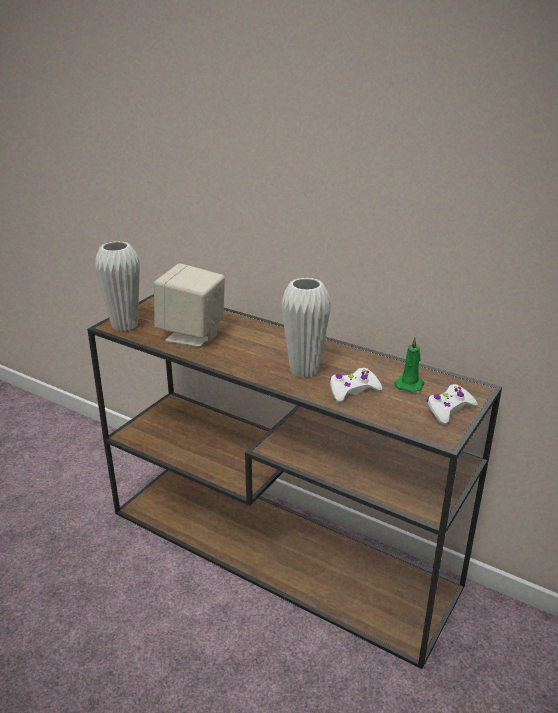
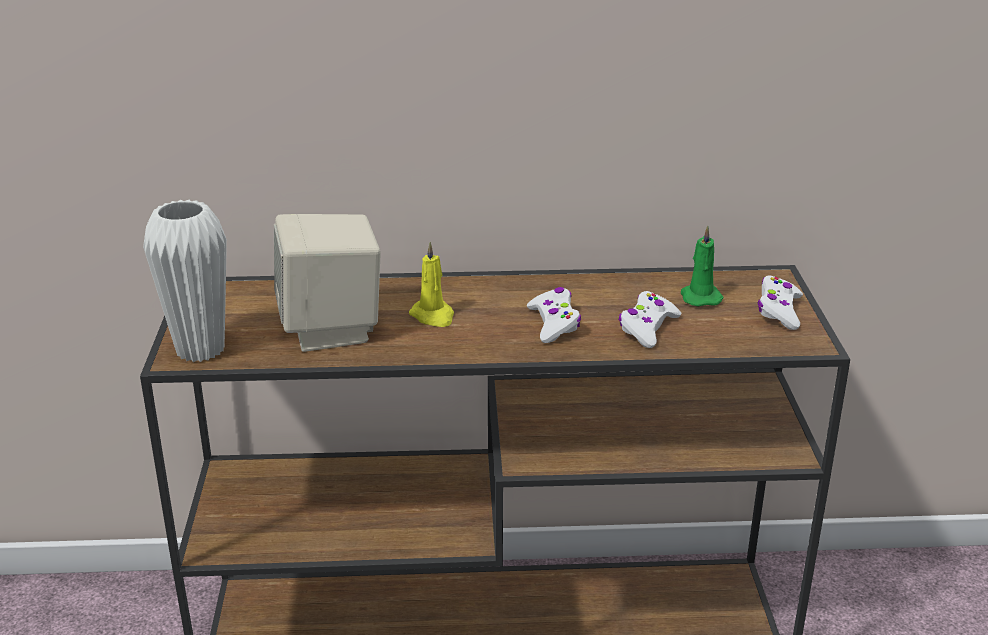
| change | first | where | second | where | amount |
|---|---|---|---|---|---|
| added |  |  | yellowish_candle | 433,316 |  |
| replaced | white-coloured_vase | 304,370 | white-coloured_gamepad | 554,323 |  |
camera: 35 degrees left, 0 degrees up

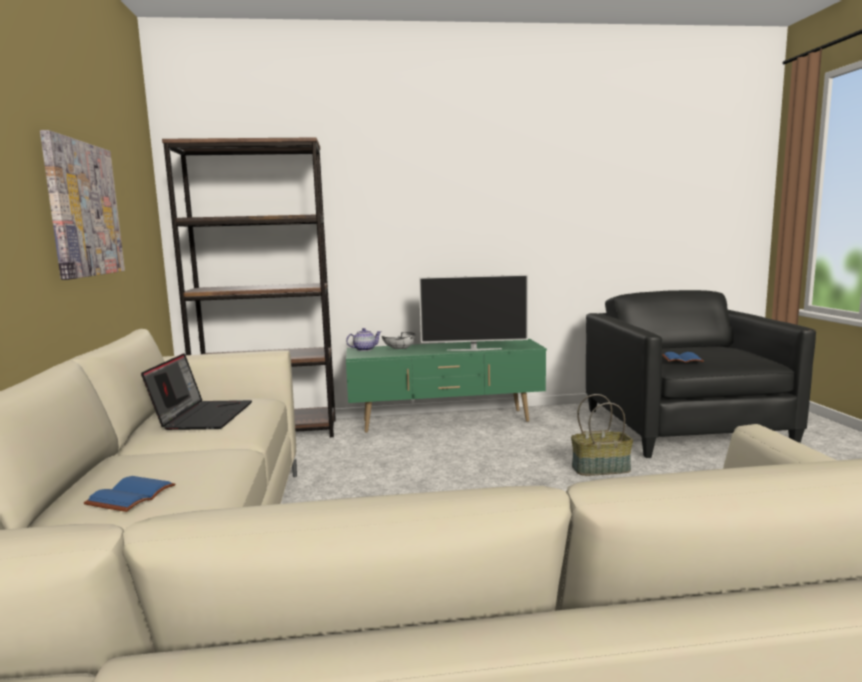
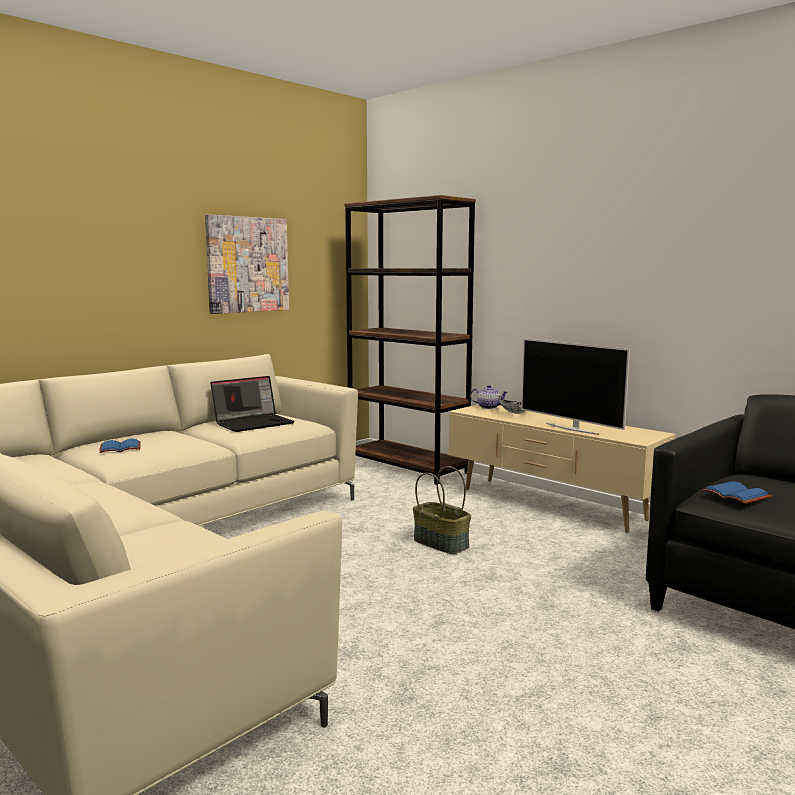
| change | first | where | second | where | amount |
|---|---|---|---|---|---|
| moved | storage_basket | 601,468 |  | 442,543 |  |
| recoloured | greenish_tv_unit | 446,421 | beige_tv_unit | 551,504 |  |
camera: 50 degrees right, 0 degrees up

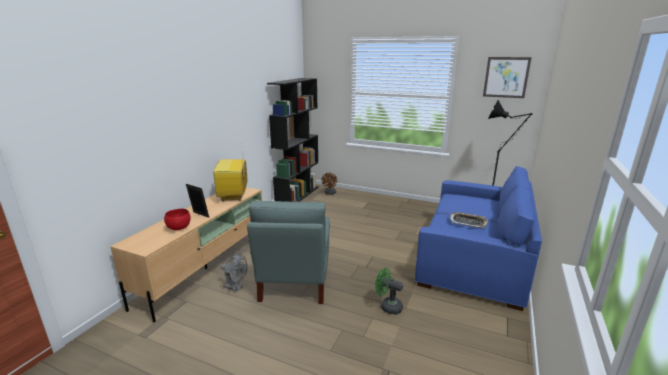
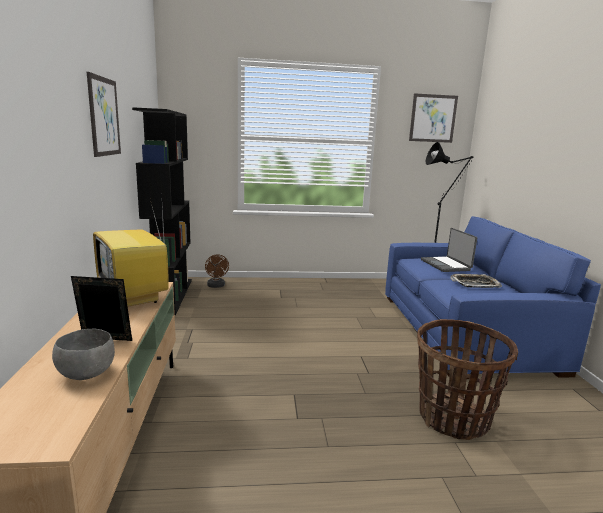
| change | first | where | second | where | amount |
|---|---|---|---|---|---|
| removed | greyish_cooling_fan | 235,288 |  |  |  |
| removed | greyish_lounge_chair | 295,280 |  |  |  |
| added |  |  | wall_art | 104,116 |  |
| added |  |  | notebook_computer | 446,265 |  |
| replaced | greenish_cooling_fan | 388,306 | storage_basket | 453,418 |  |
| recoloured | red-coloured_deep_dish | 179,228 | greyish_deep_dish | 86,374 |  |
camera: 30 degrees left, 5 degrees down

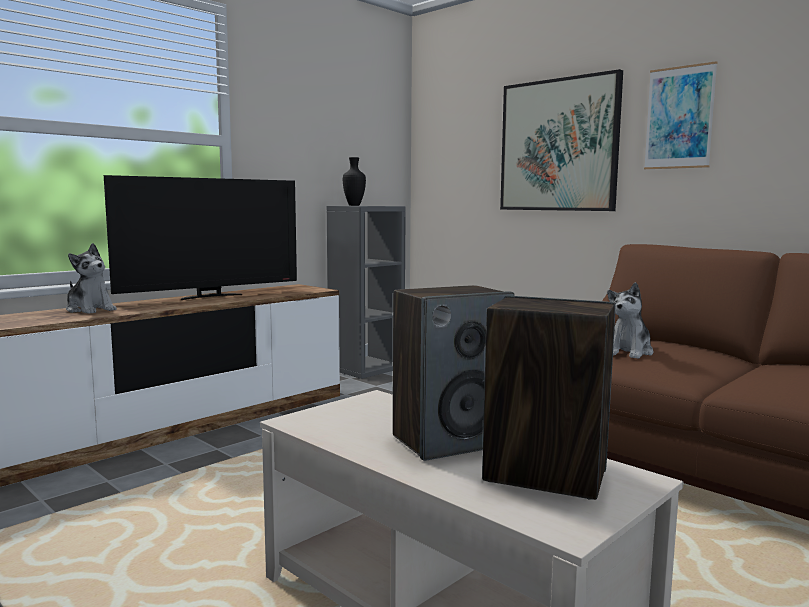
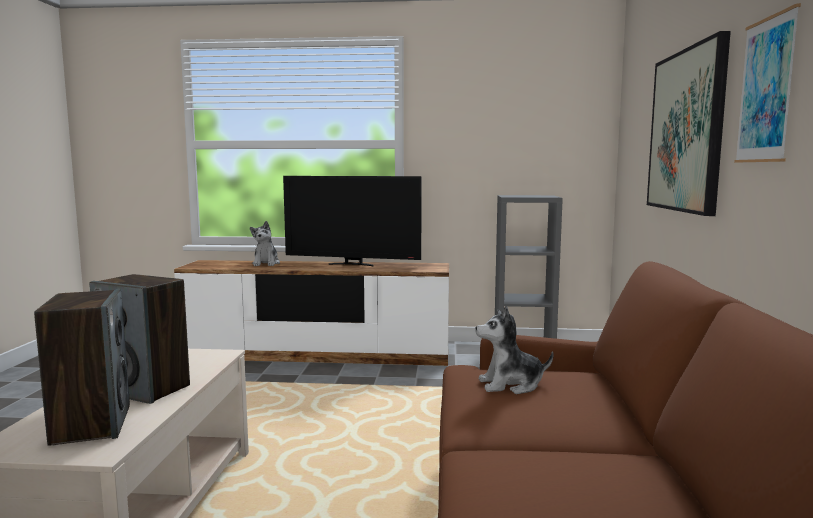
| change | first | where | second | where | amount |
|---|---|---|---|---|---|
| removed | blackish_vase | 355,205 |  |  |  |
camera: 50 degrees right, 0 degrees up

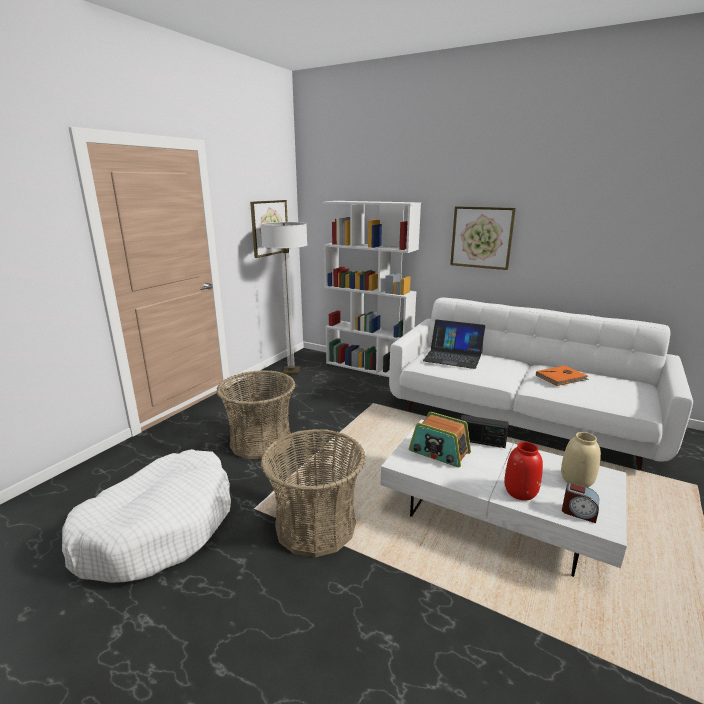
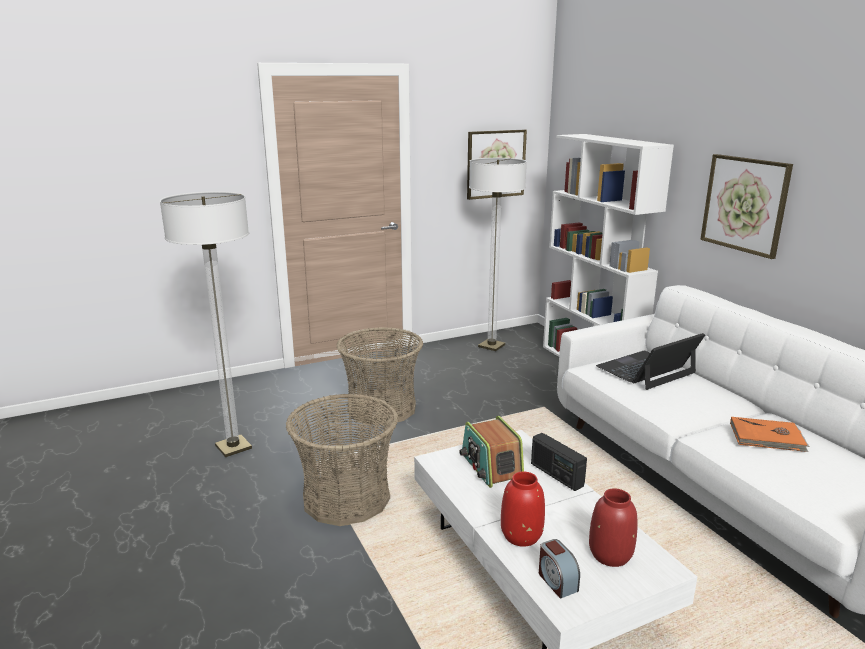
| change | first | where | second | where | amount |
|---|---|---|---|---|---|
| replaced | white-coloured_dog_cushion | 159,527 | floor_lamp | 233,447 |  |
| recoloured | beige_vase | 577,480 | red-coloured_vase | 610,555 |  |
| turned | notebook_computer | 453,357 |  | 646,370 | 90 degrees clockwise |
camera: 35 degrees right, 0 degrees up

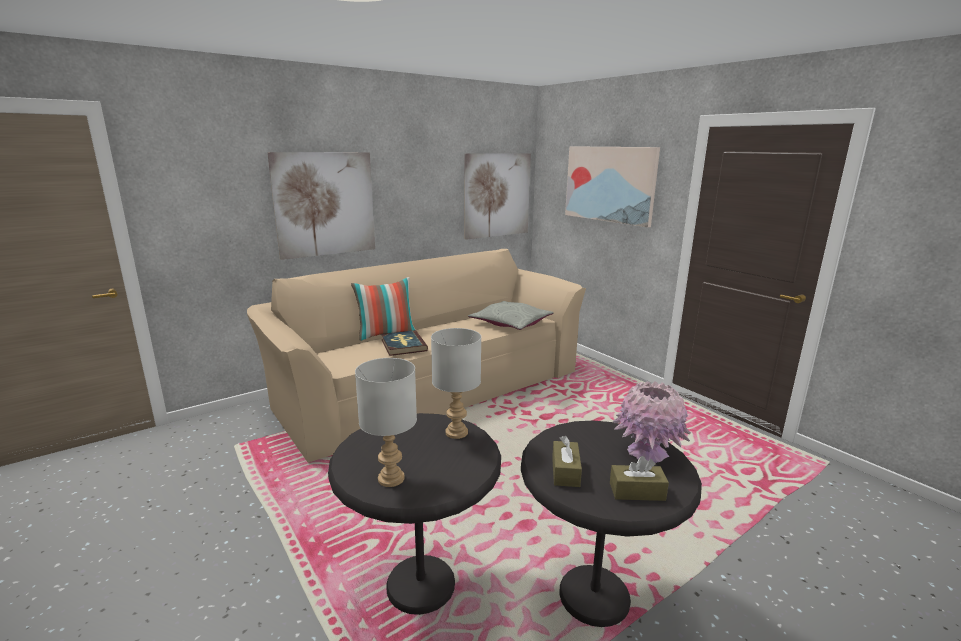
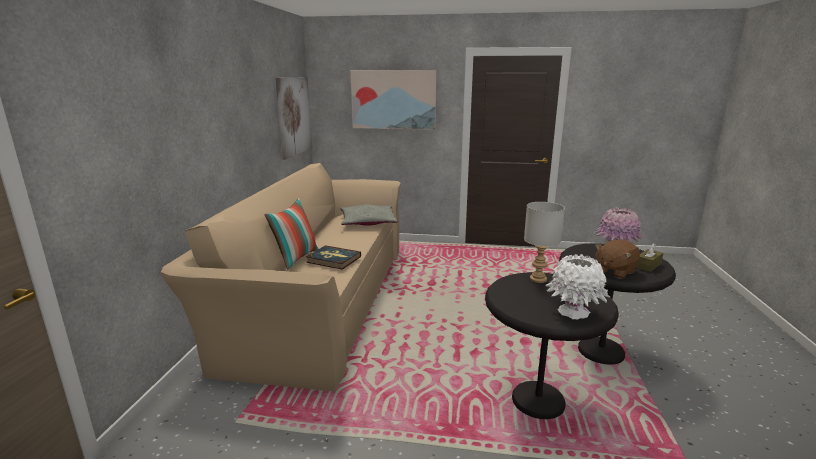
| change | first | where | second | where | amount |
|---|---|---|---|---|---|
| removed | wall_art | 325,204 |  |  |  |
| replaced | greyish_lamp_for_a_table | 392,479 | white-coloured_vase | 574,312 |  |
| replaced | brown-coloured_tissue_box | 565,471 | brown-coloured_soft_toy | 614,271 |  |
camera: 45 degrees left, 0 degrees up

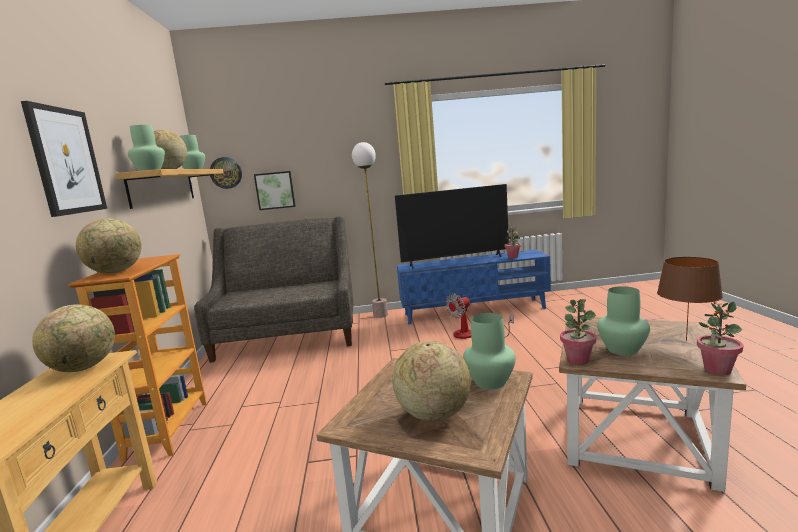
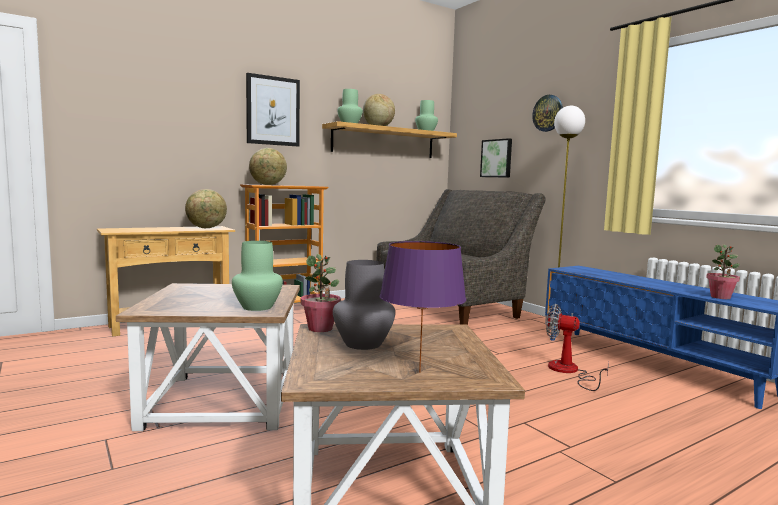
| change | first | where | second | where | amount |
|---|---|---|---|---|---|
| removed | world_globe | 433,414 |  |  |  |
| removed | TV_set | 455,261 |  |  |  |
| removed | houseplant | 717,369 |  |  |  |
| moved | hanging_clock | 226,173 |  | 548,113 |  |
| recoloured | greenish_vase | 623,349 | greyish_vase | 363,344 |  |
| recoloured | brown-coloured_lamp_for_a_table | 687,341 | purple-coloured_lamp_for_a_table | 420,373 |  |
camera: 60 degrees right, 5 degrees down

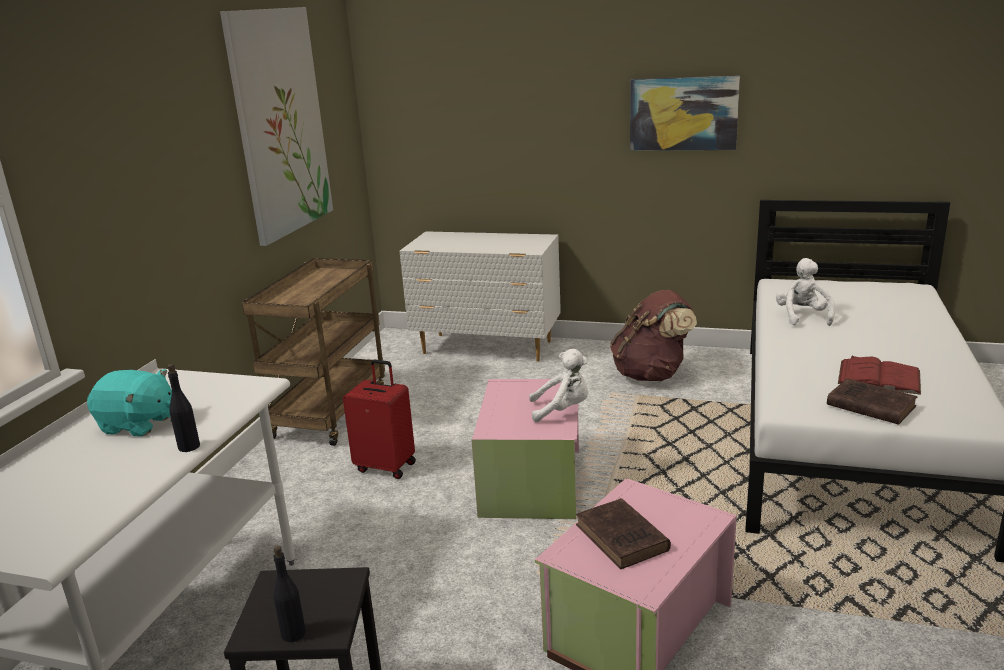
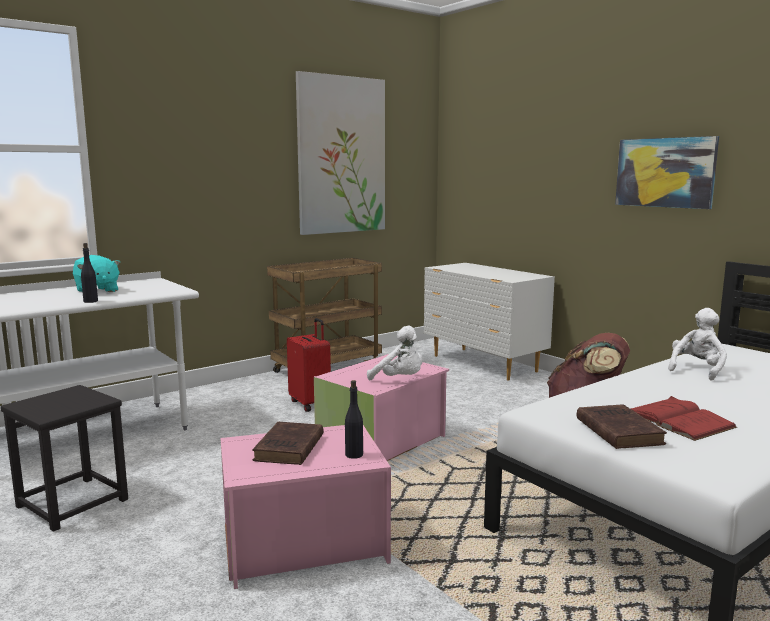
| change | first | where | second | where | amount |
|---|---|---|---|---|---|
| moved | blackish_beverage_bottle | 293,633 |  | 354,454 |  |
camera: 35 degrees right, 10 degrees down

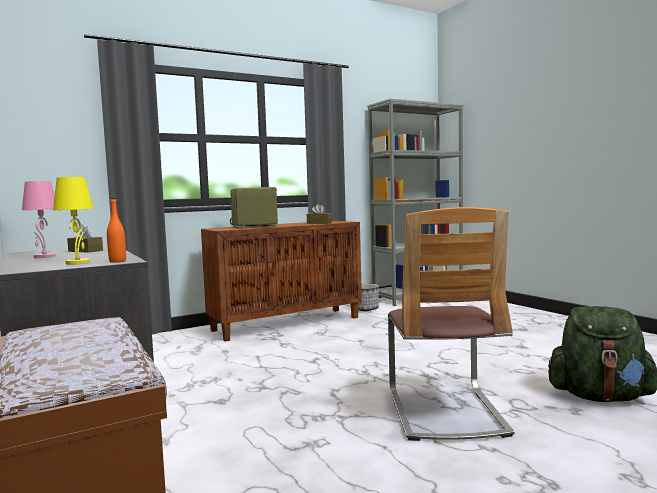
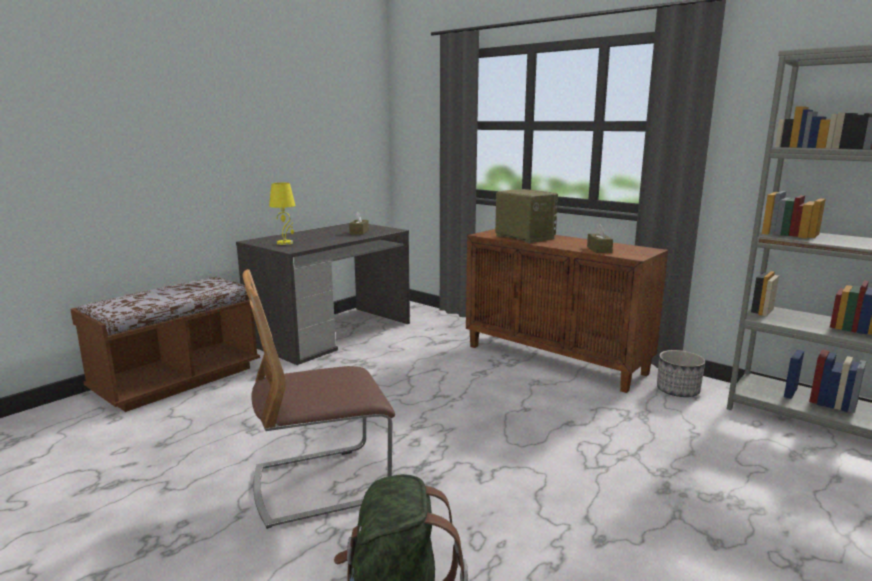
| change | first | where | second | where | amount |
|---|---|---|---|---|---|
| removed | pinkish_lamp_for_a_table | 44,257 |  |  |  |
| removed | orange_beverage_bottle | 117,261 |  |  |  |
camera: 70 degrees right, 10 degrees up

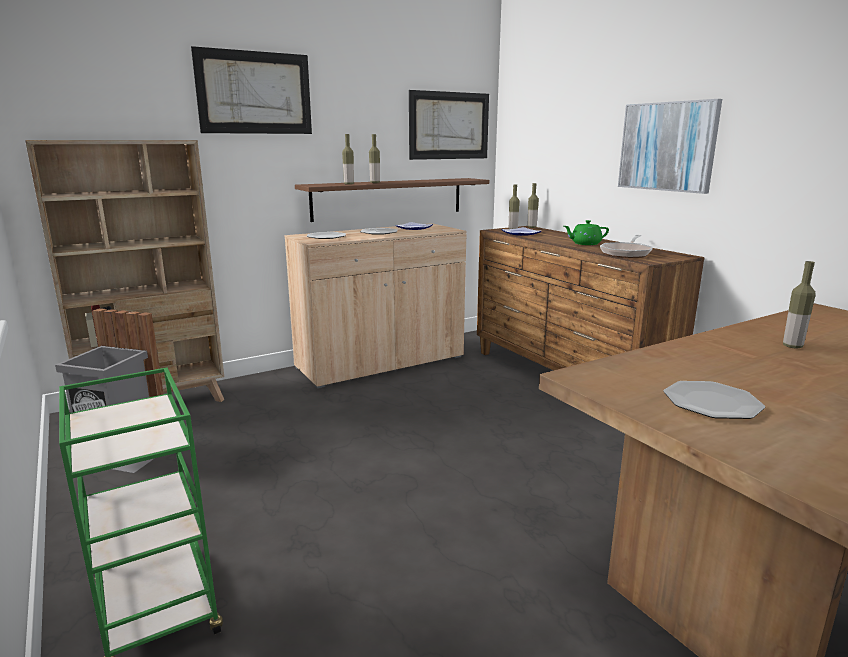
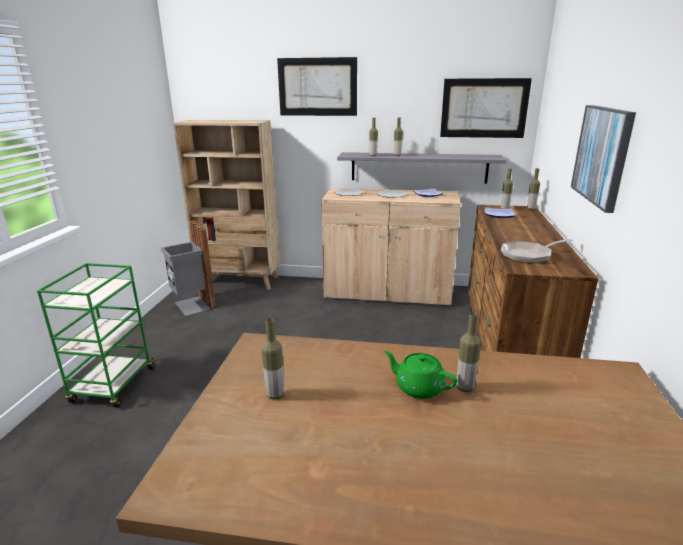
| change | first | where | second | where | amount |
|---|---|---|---|---|---|
| moved | greenish_tea_pot | 585,244 |  | 418,387 |  |
| replaced | plate | 712,402 | beverage_bottle | 275,394 |  |
| recoloured | brown-coloured_wall_shelf | 389,198 | greyish_wall_shelf | 418,167 |  |
camera: 40 degrees right, 5 degrees up

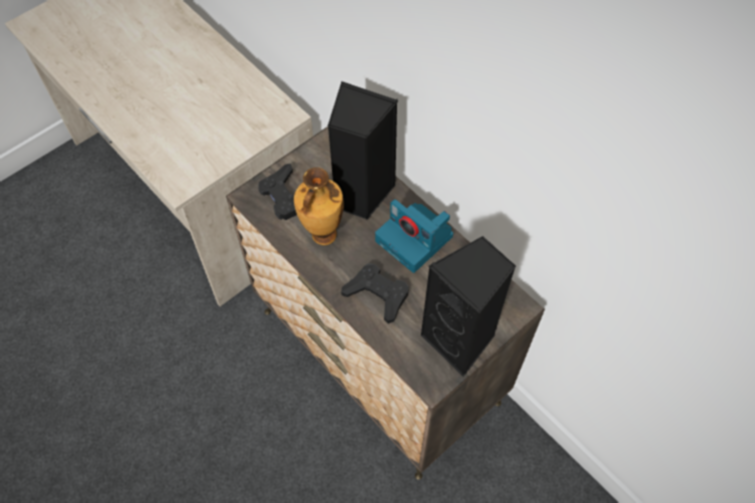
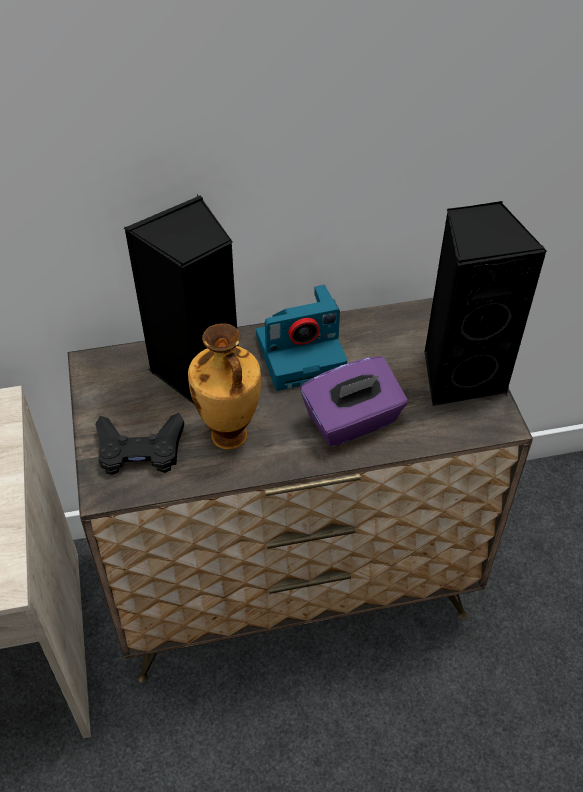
| change | first | where | second | where | amount |
|---|---|---|---|---|---|
| replaced | blackish_gamepad | 377,294 | purple-coloured_tissue_box | 352,421 |  |
camera: 60 degrees left, 10 degrees down

